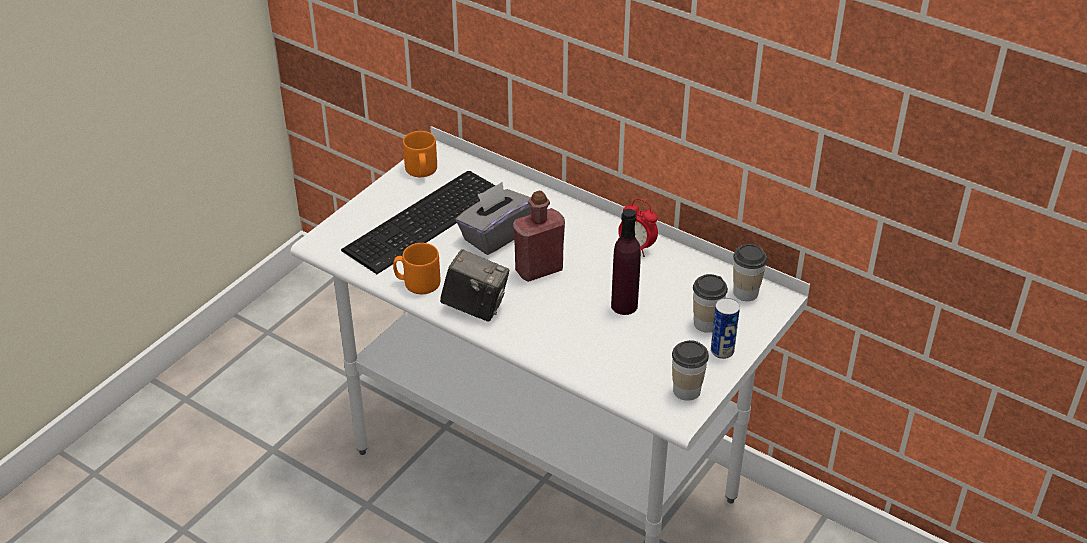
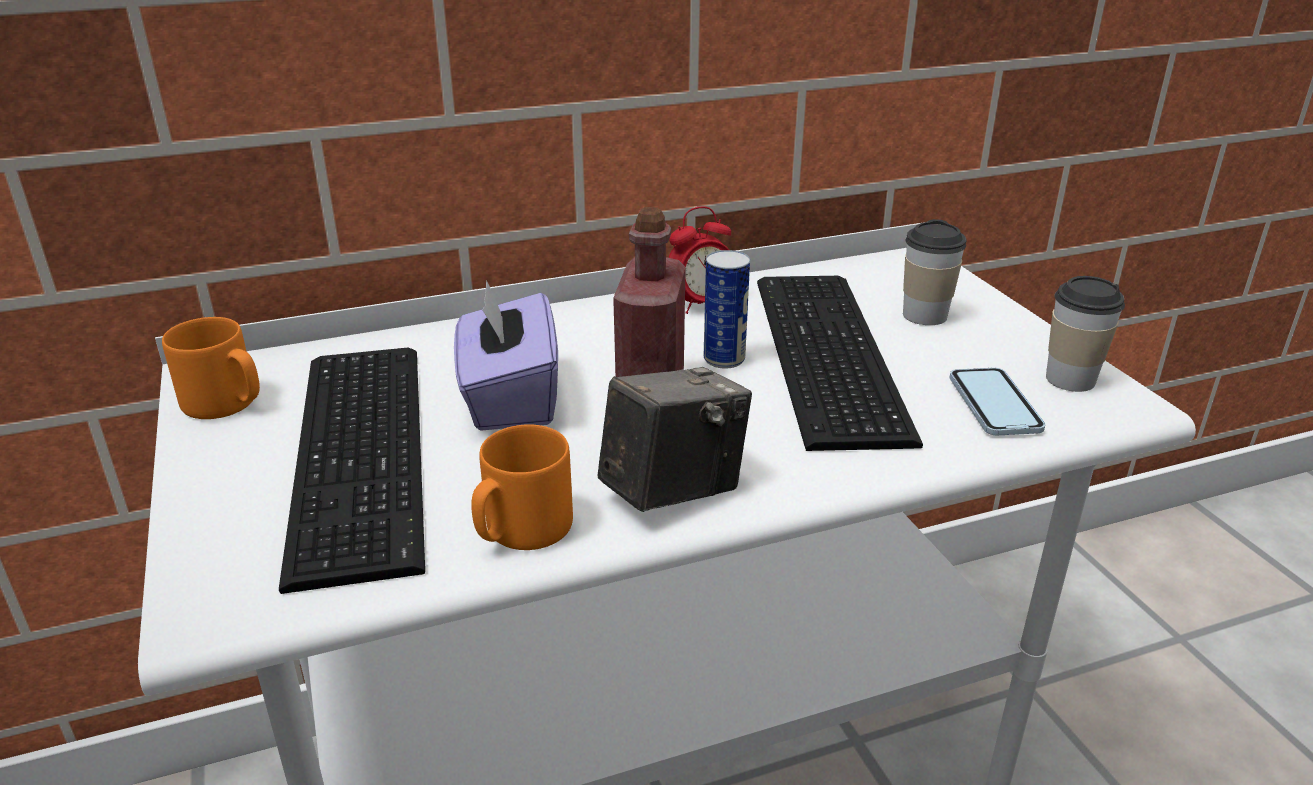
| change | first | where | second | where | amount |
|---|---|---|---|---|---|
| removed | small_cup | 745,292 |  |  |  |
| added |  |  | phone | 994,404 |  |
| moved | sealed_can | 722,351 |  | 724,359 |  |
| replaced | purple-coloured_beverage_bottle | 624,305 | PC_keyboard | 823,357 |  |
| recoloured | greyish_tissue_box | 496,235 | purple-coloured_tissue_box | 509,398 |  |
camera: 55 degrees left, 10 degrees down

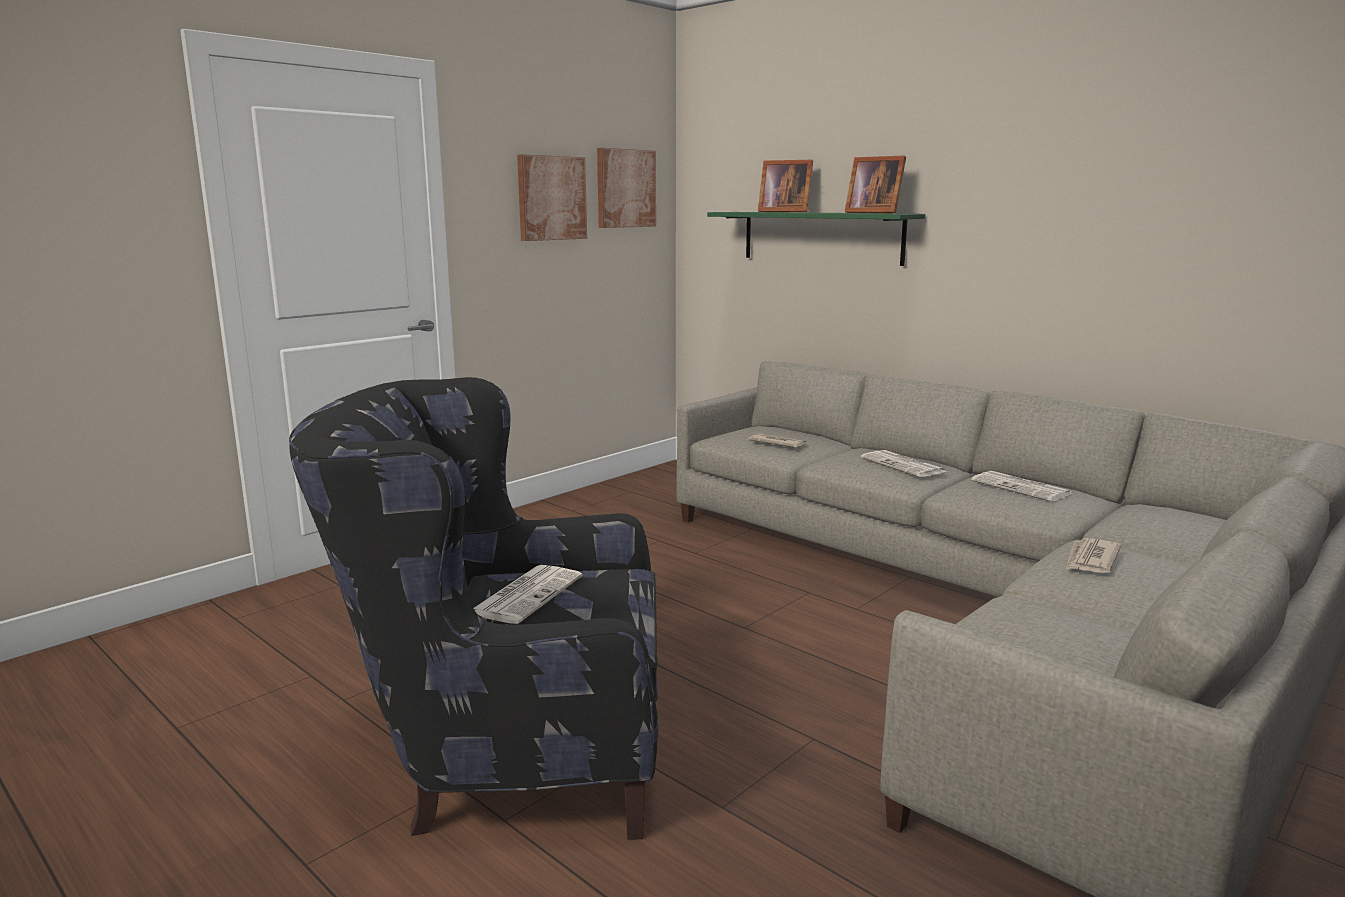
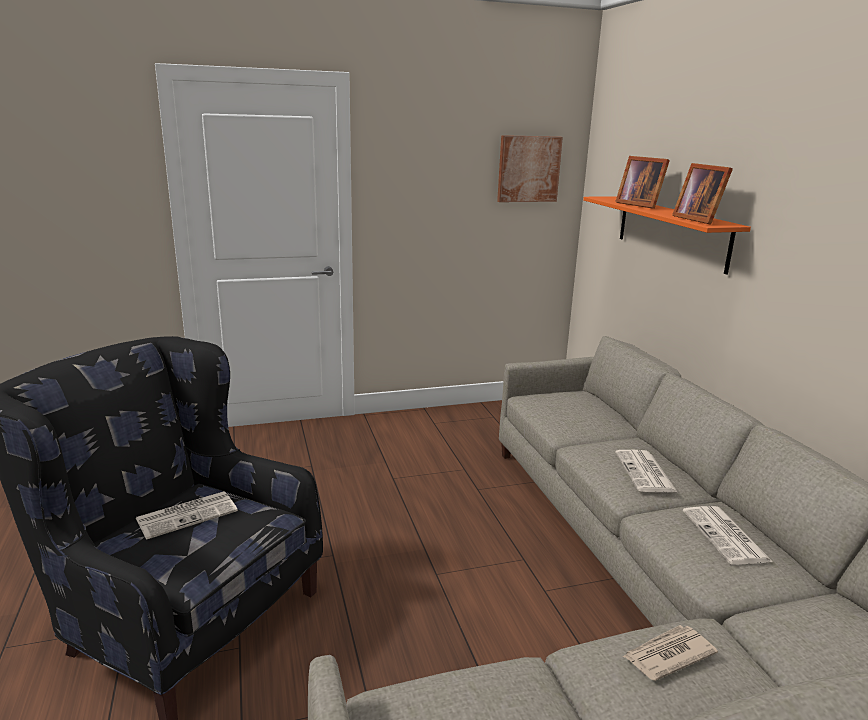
| change | first | where | second | where | amount |
|---|---|---|---|---|---|
| removed | wall_art | 551,198 |  |  |  |
| removed | daily_paper | 777,443 |  |  |  |
| recoloured | greenish_wall_shelf | 821,237 | orange_wall_shelf | 671,232 |  |
camera: 30 degrees right, 5 degrees up

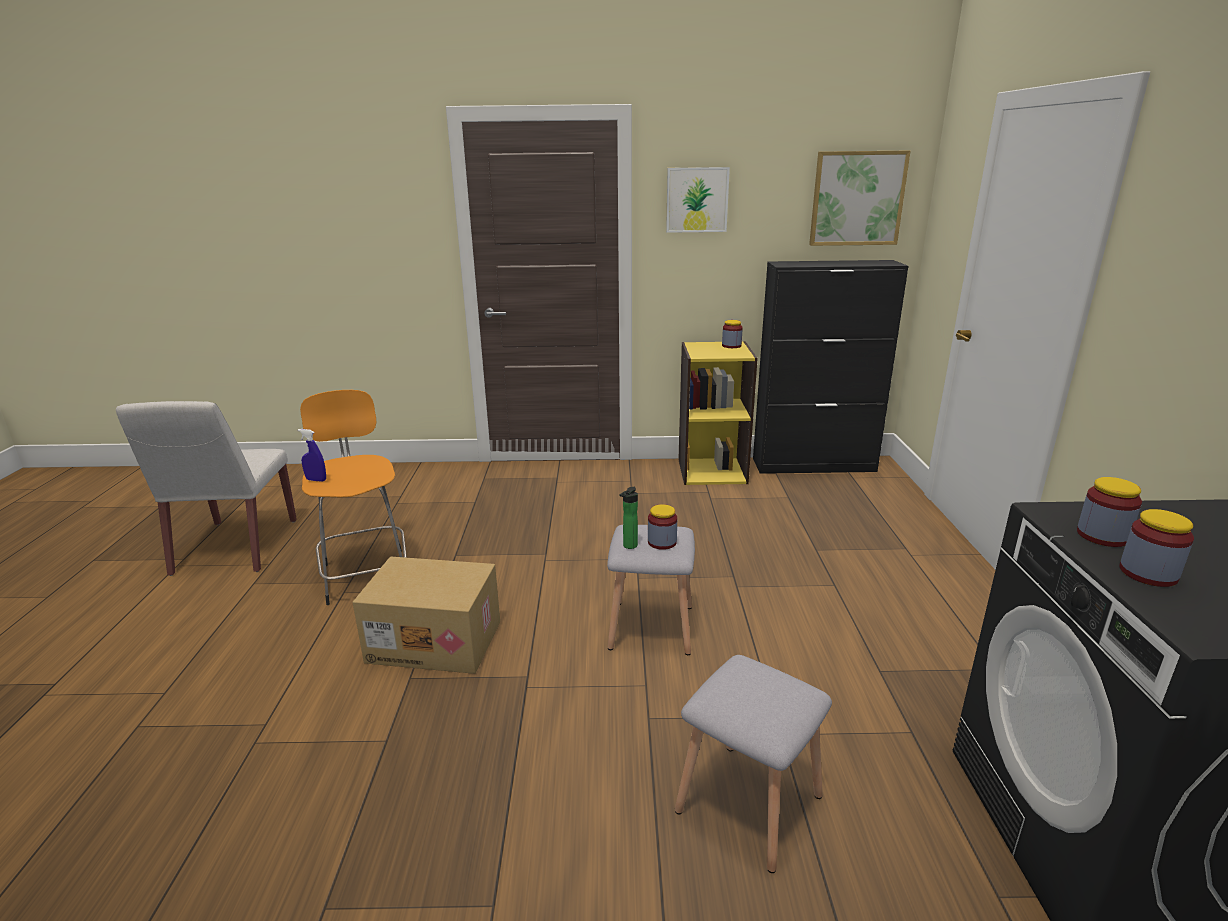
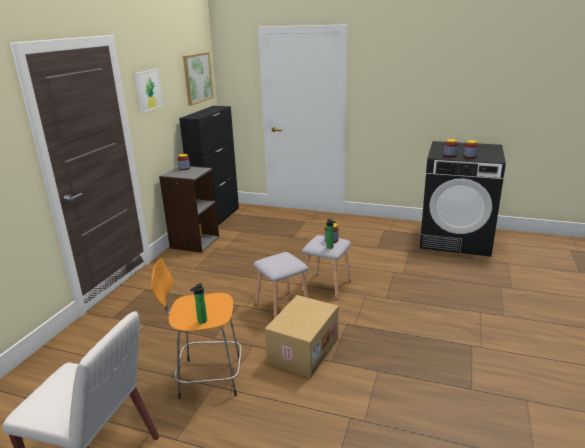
| change | first | where | second | where | amount |
|---|---|---|---|---|---|
| moved | greyish_stool_seat | 749,805 |  | 283,307 |  |
| replaced | blue-coloured_hand_sprayer | 316,480 | beverage_bottle | 201,321 |  |
| recoloured | yellowish_bookshelf | 712,471 | greyish_bookshelf | 194,242 |  |
camera: 70 degrees left, 0 degrees up

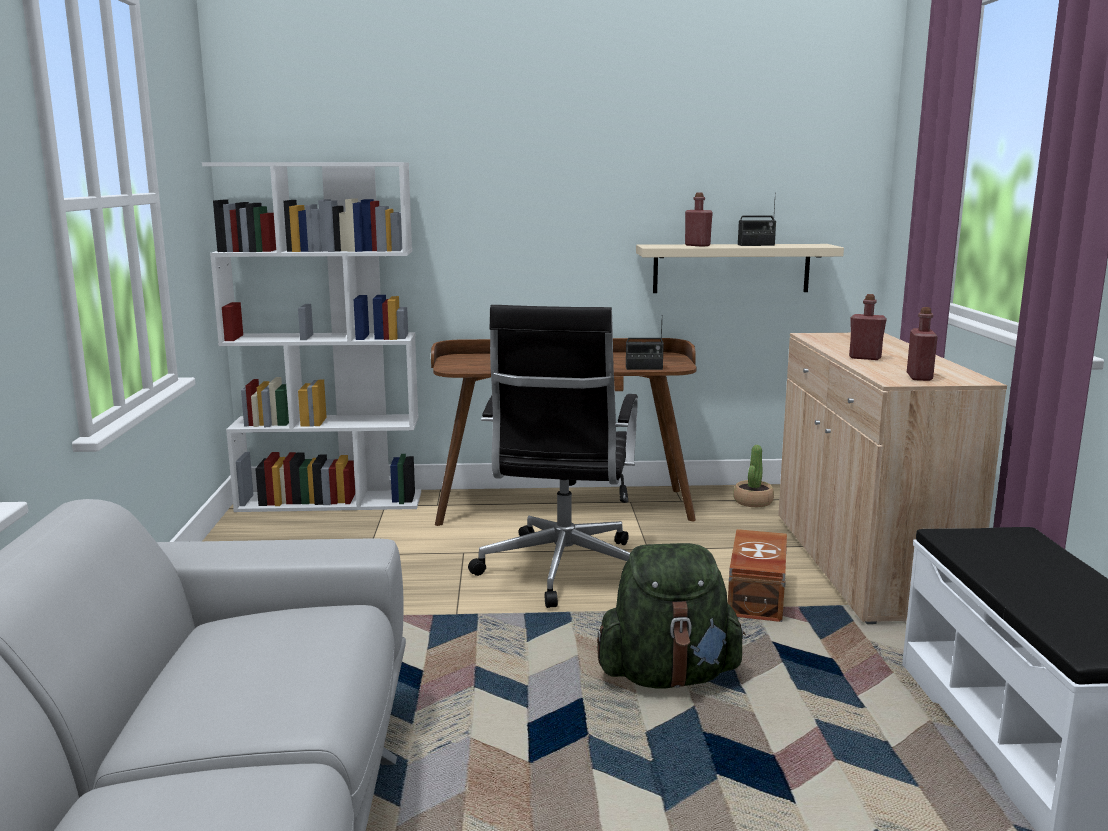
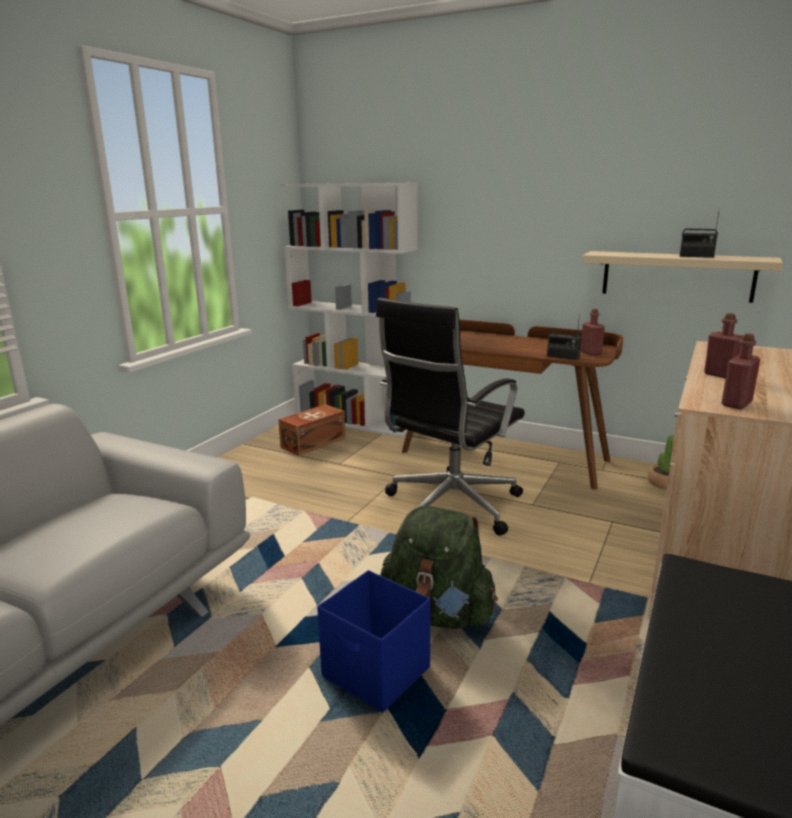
| change | first | where | second | where | amount |
|---|---|---|---|---|---|
| added |  |  | blue-coloured_storage_container | 376,673 |  |
| moved | red-coloured_beverage_bottle | 697,245 |  | 591,353 |  |
| moved | brown-coloured_storage_container | 755,598 |  | 312,442 |  |
camera: 30 degrees right, 5 degrees up

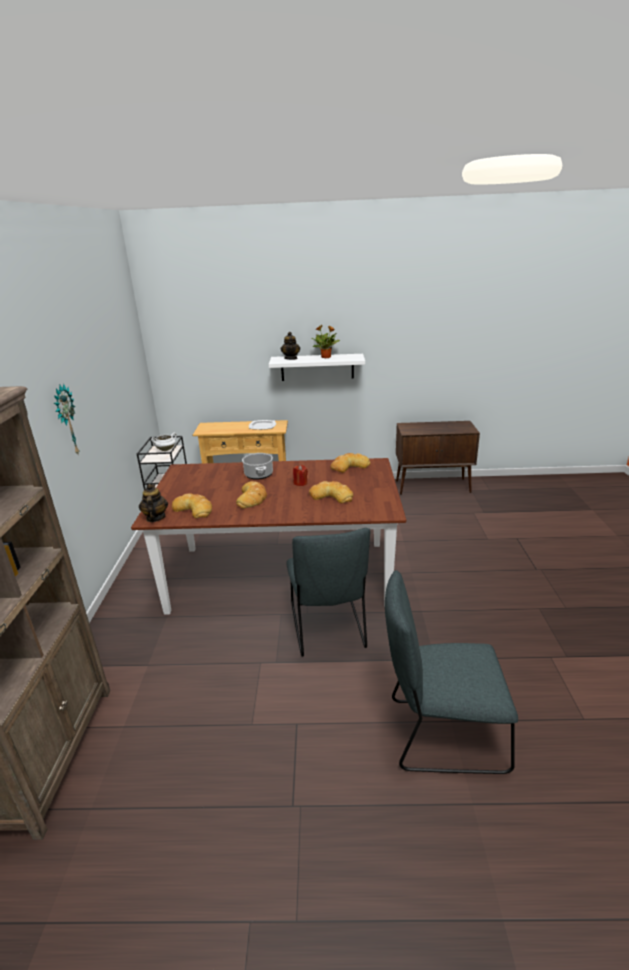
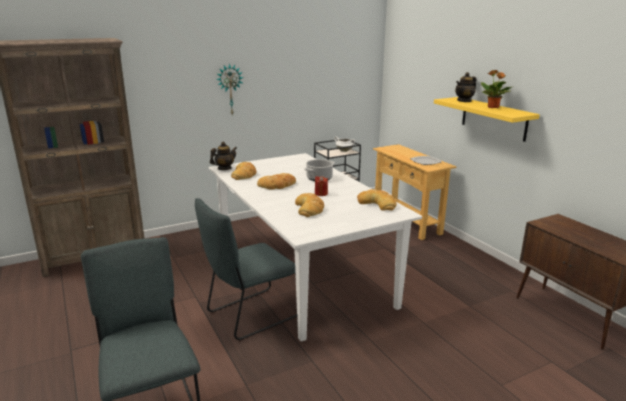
| change | first | where | second | where | amount |
|---|---|---|---|---|---|
| recoloured | brown-coloured_dinner_table | 280,576 | white-coloured_dinner_table | 301,273 |  |
| recoloured | white-coloured_wall_shelf | 317,367 | yellowish_wall_shelf | 493,118 |  |
camera: 60 degrees right, 5 degrees down

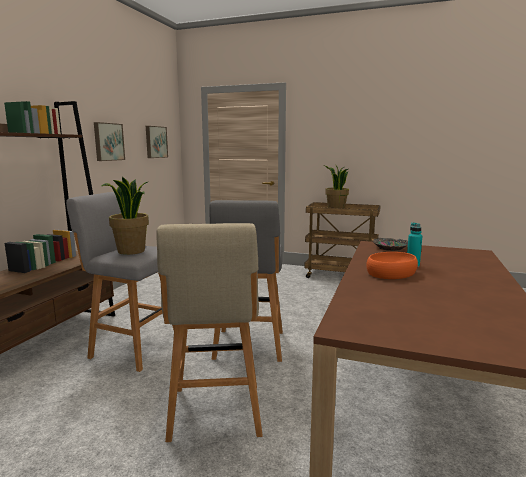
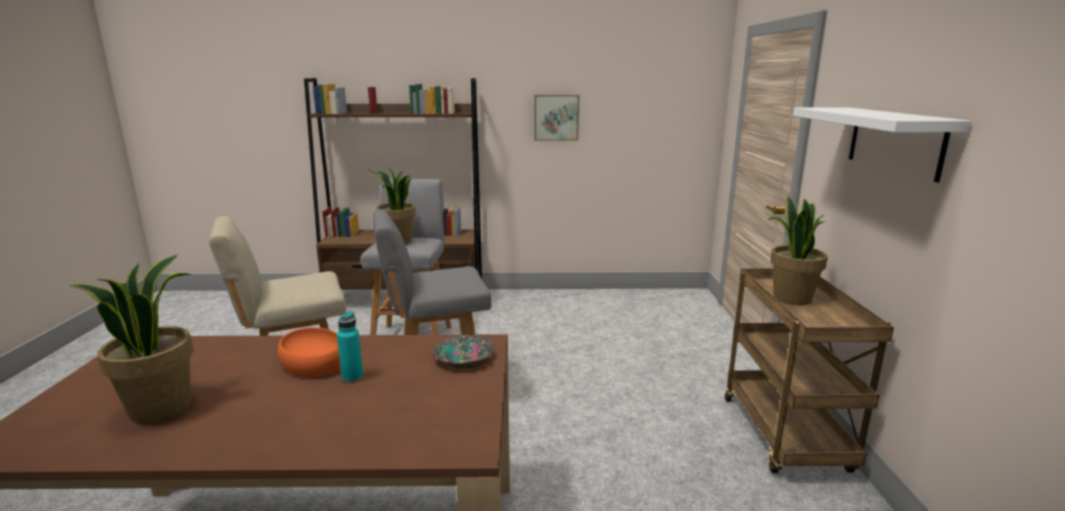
| change | first | where | second | where | amount |
|---|---|---|---|---|---|
| removed | wall_art | 155,142 |  |  |  |
| added |  |  | houseplant | 161,408 |  |
| added |  |  | white-coloured_wall_shelf | 894,141 |  |
camera: 70 degrees right, 5 degrees up

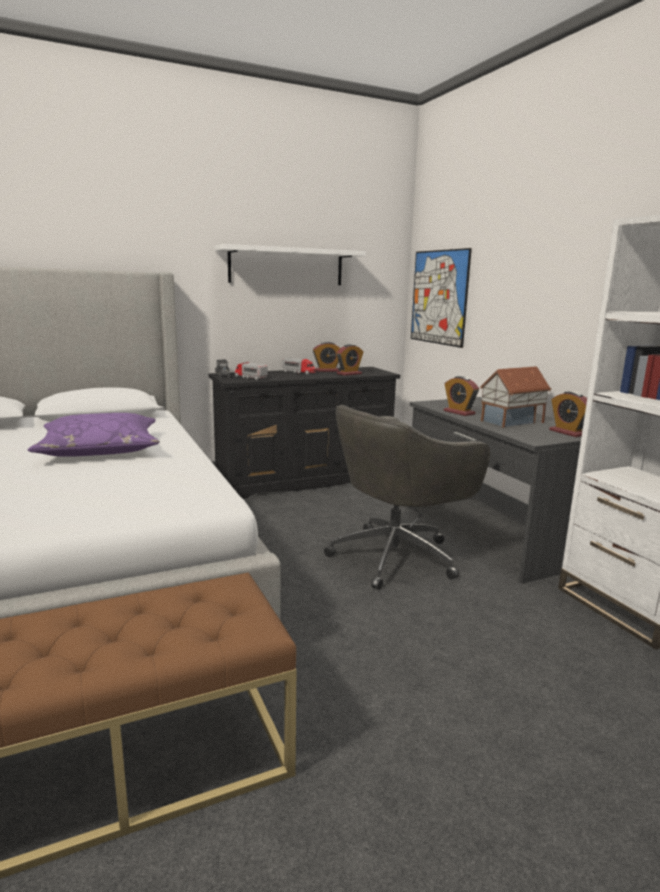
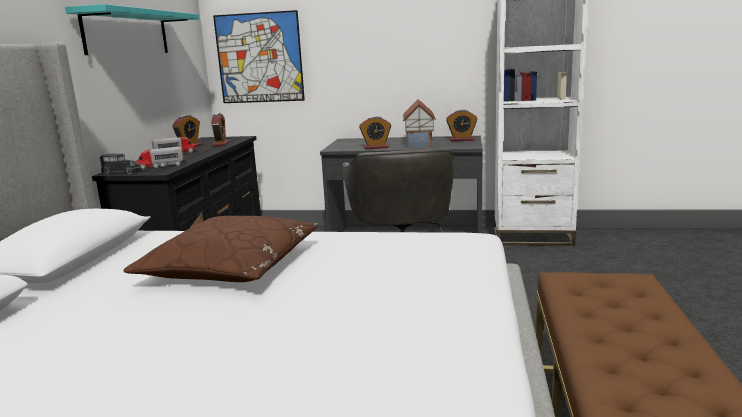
| change | first | where | second | where | amount |
|---|---|---|---|---|---|
| recoloured | purple-coloured_cushion | 100,449 | brown-coloured_cushion | 231,266 |  |
| recoloured | white-coloured_wall_shelf | 286,266 | blue-green_wall_shelf | 127,33 |  |
camera: 55 degrees left, 0 degrees up

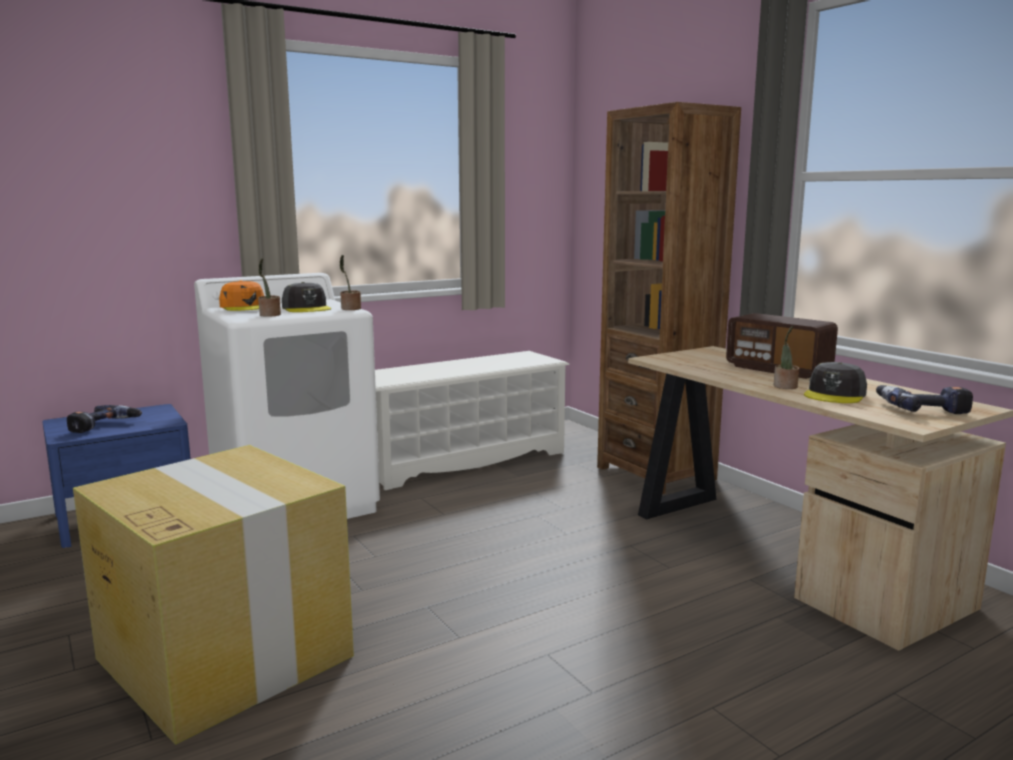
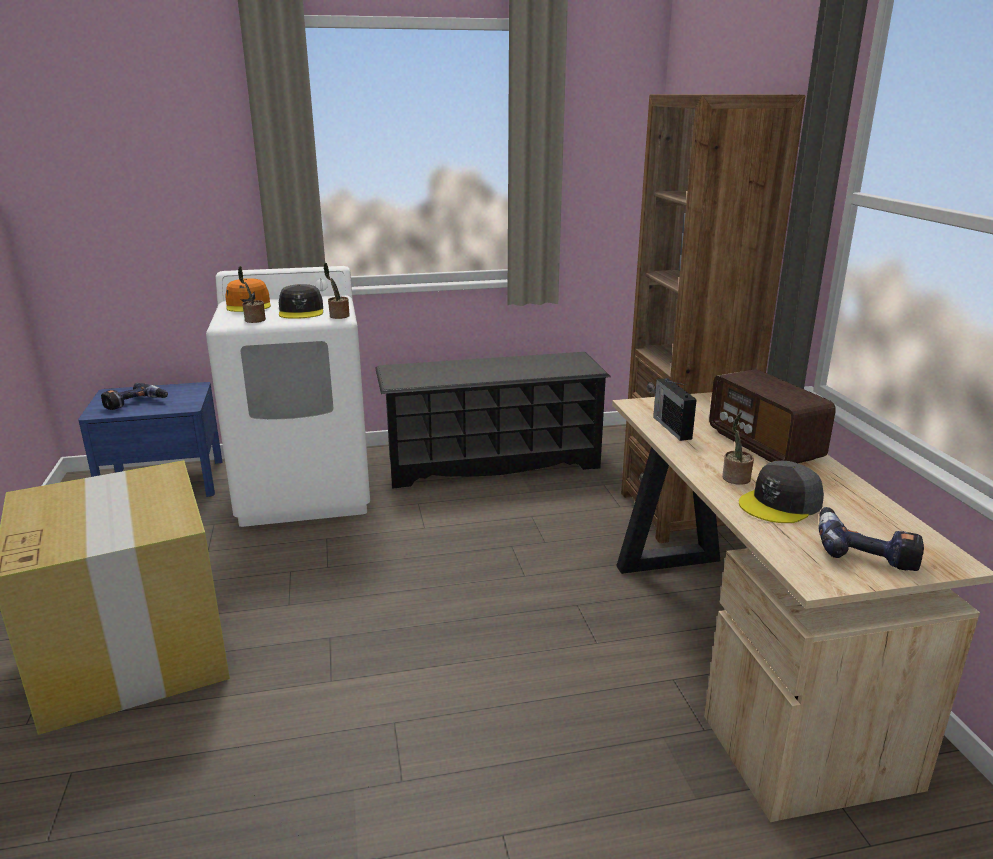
| change | first | where | second | where | amount |
|---|---|---|---|---|---|
| added |  |  | radio_receiver | 671,427 |  |
| recoloured | white-coloured_shoe_stand | 463,460 | blackish_shoe_stand | 492,462 |  |
camera: 20 degrees right, 10 degrees up

